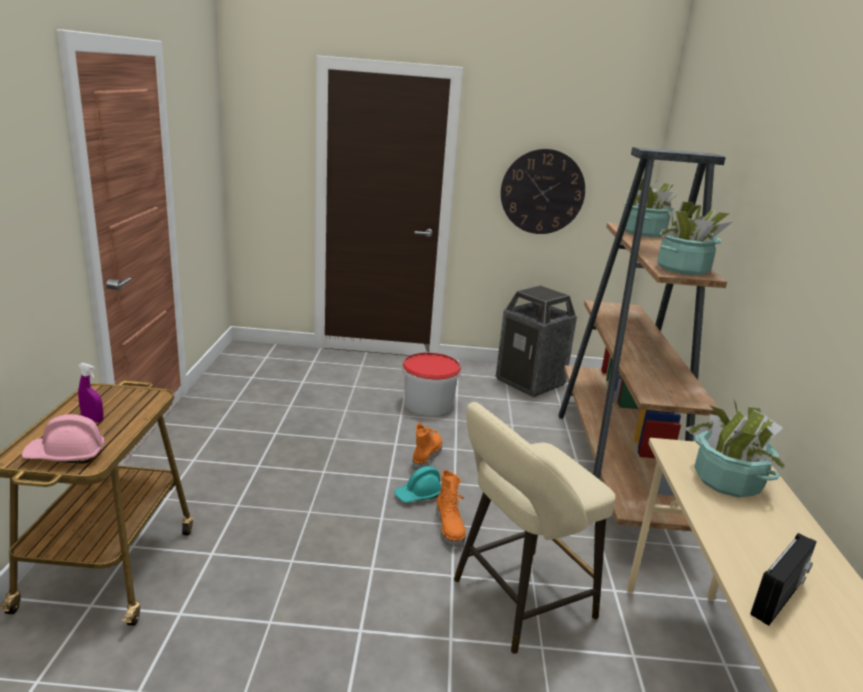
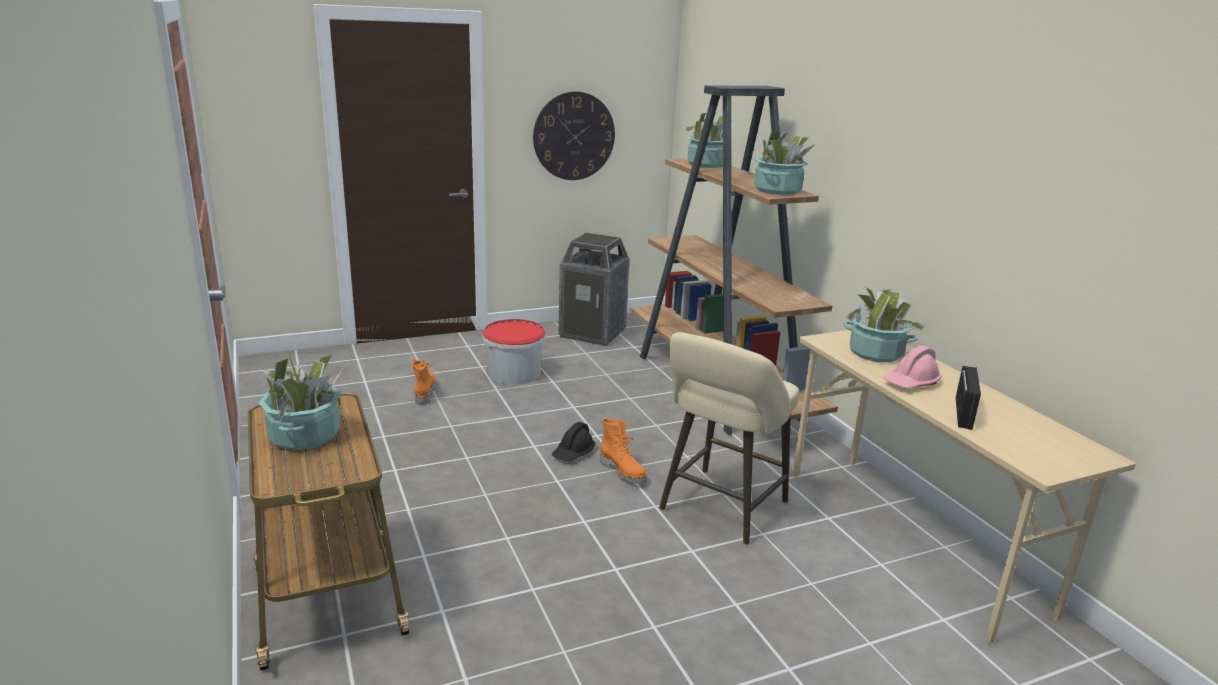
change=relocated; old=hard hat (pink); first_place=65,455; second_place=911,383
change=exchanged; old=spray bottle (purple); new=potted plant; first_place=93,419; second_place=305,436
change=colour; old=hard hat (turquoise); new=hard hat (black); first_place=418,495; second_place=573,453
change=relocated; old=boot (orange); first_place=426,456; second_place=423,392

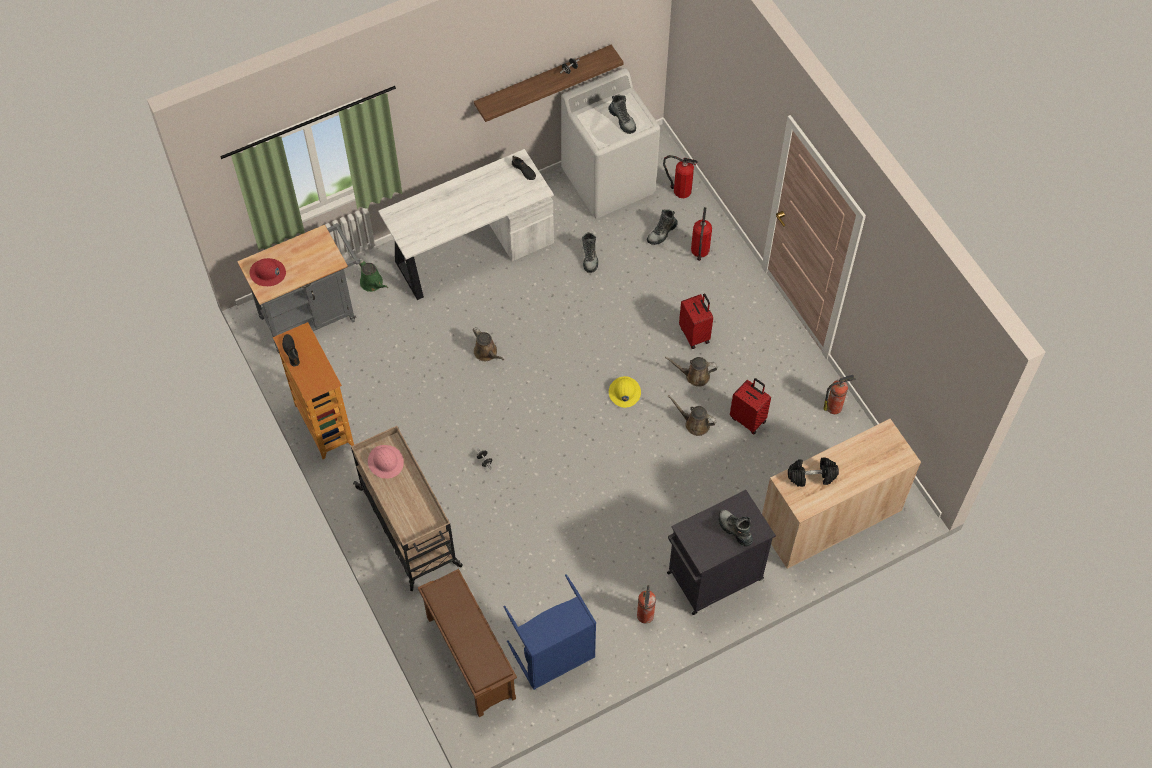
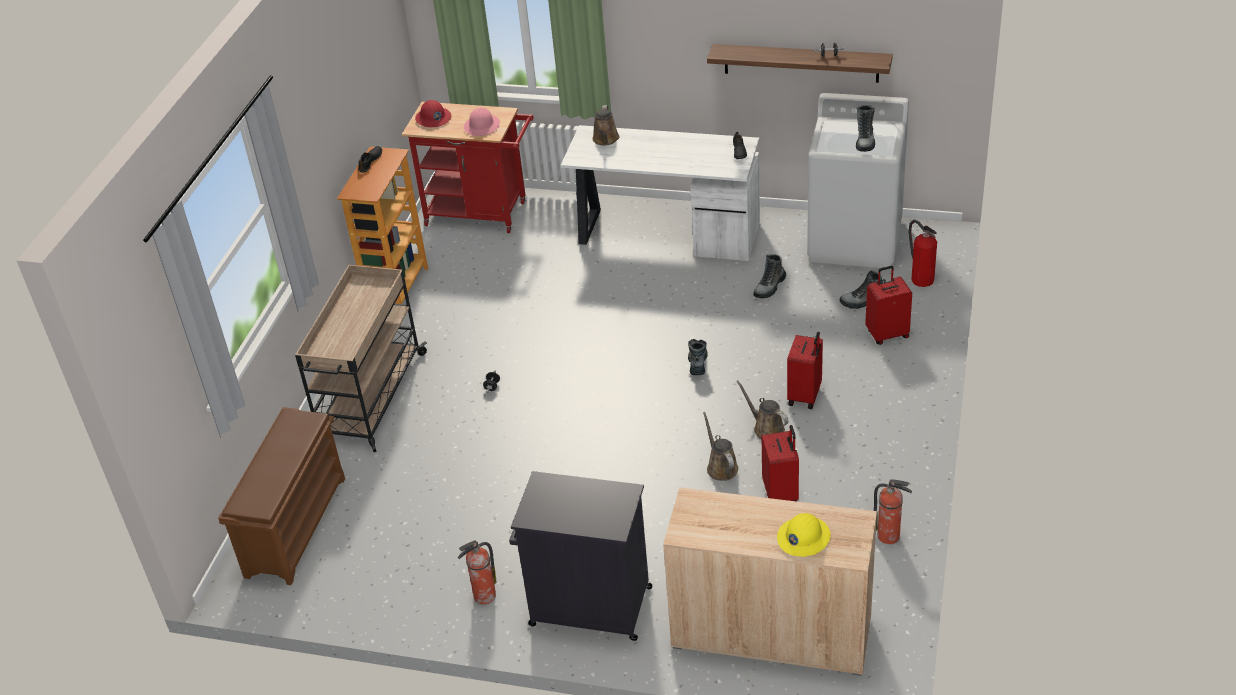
change=colour; old=cart (grey); new=cart (red); first_place=313,316; second_place=482,214
change=missing; old=watering can (green); first_place=373,283
change=relocated; old=hard hat (pink); first_place=386,462; second_place=482,126
change=relocated; old=watering can (brown); first_place=487,353; second_place=605,139
change=missing; old=laundry basket (blue); first_place=555,657
change=relocated; old=hard hat (yellow); first_place=624,392; second_place=803,537
change=exchanged; old=fire extinguisher; new=suitcase (red); first_place=700,251; second_place=887,334
change=relocated; old=boot; first_place=734,529; second_place=698,362
change=missing; old=dumbbell (black); first_place=812,476

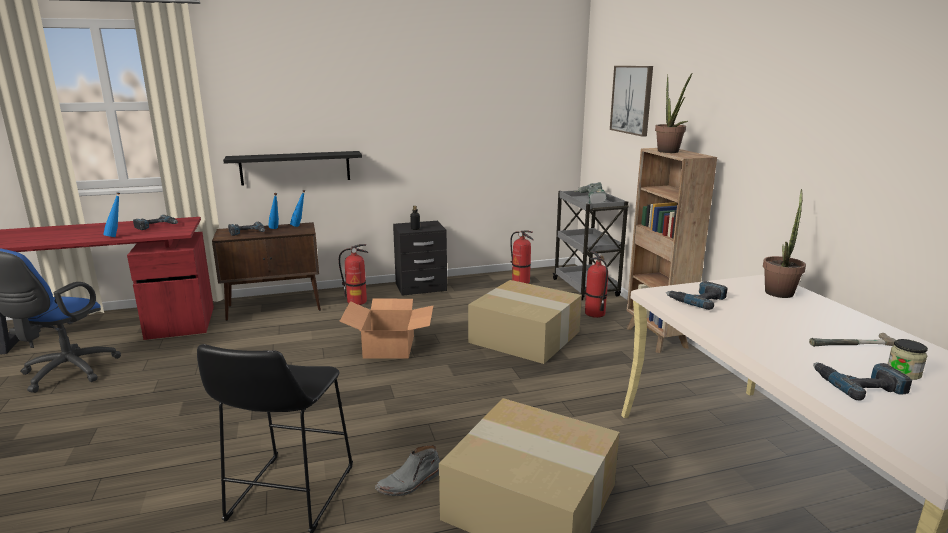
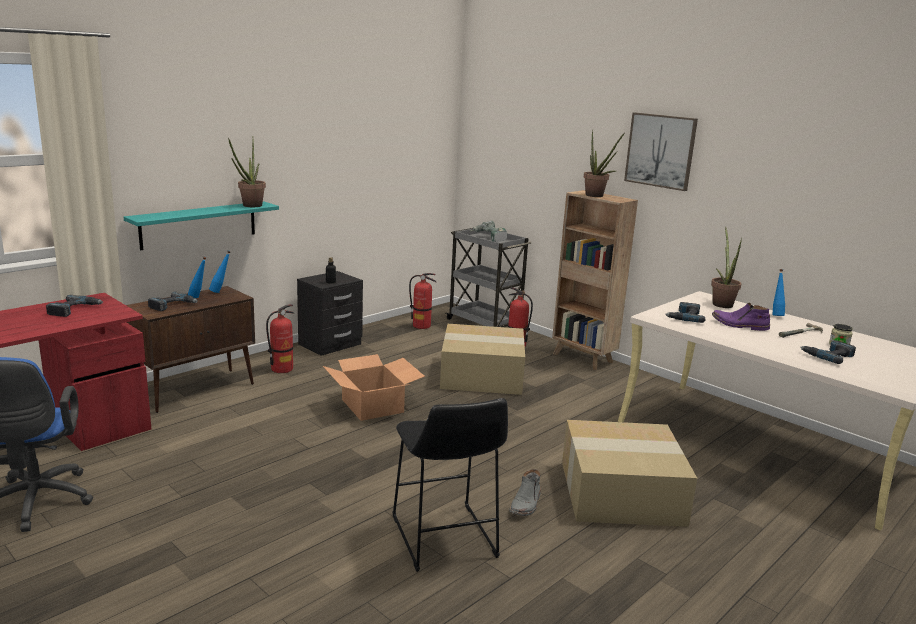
change=relocated; old=bottle (blue); first_place=116,236; second_place=776,315
change=colour; old=shelf (black); new=shelf (turquoise); first_place=295,168; second_place=199,225
change=relocated; old=picture; first_place=632,99; second_place=660,151
change=appeared; new=potted plant; second_place=249,206
change=appeared; new=boot (purple); second_place=739,325

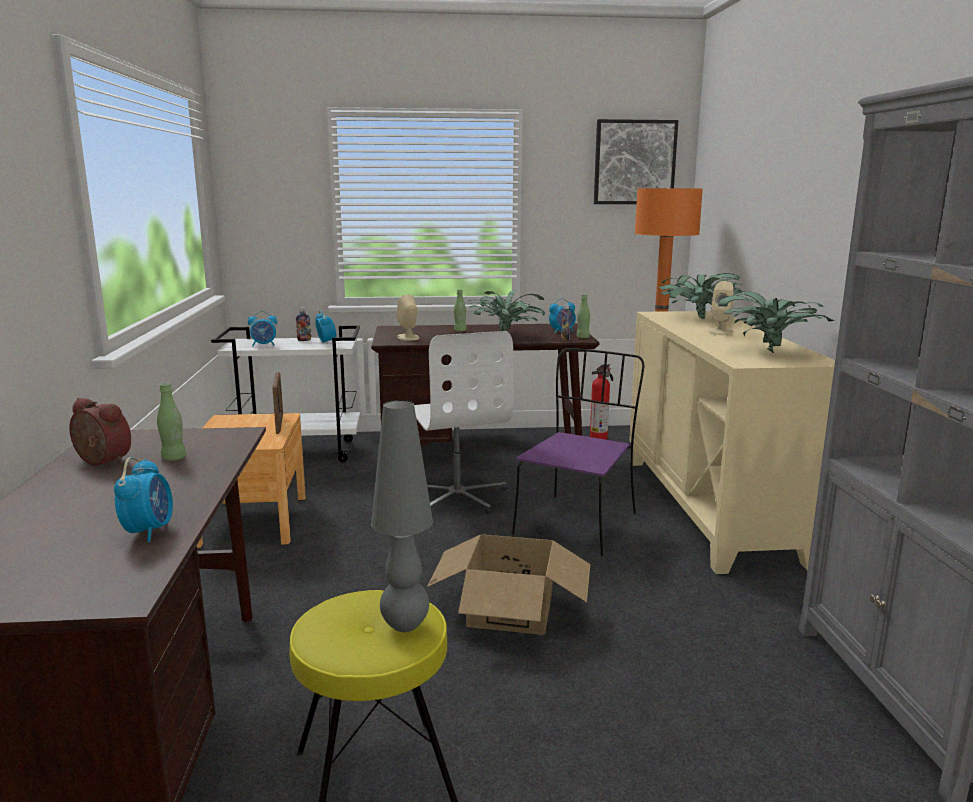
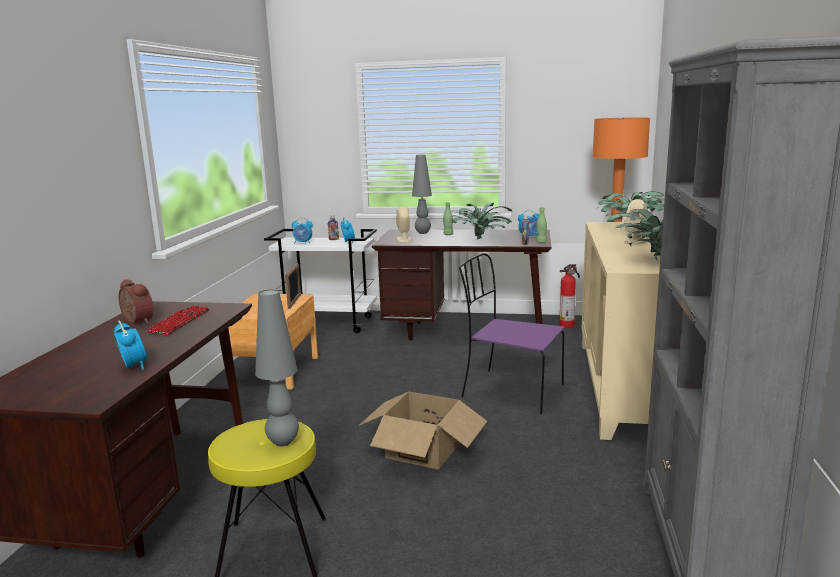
change=spun; old=alarm clock; first_place=149,531; second_place=133,366; degrees=-45
change=exchanged; old=bottle (green); new=keyboard; first_place=174,458; second_place=179,322
change=missing; old=office chair (white); first_place=458,496
change=spun; old=chair (purple); first_place=577,523; second_place=510,391; degrees=-105
change=missing; old=picture; first_place=634,162
change=appeared; new=table lamp (grey); second_place=422,233

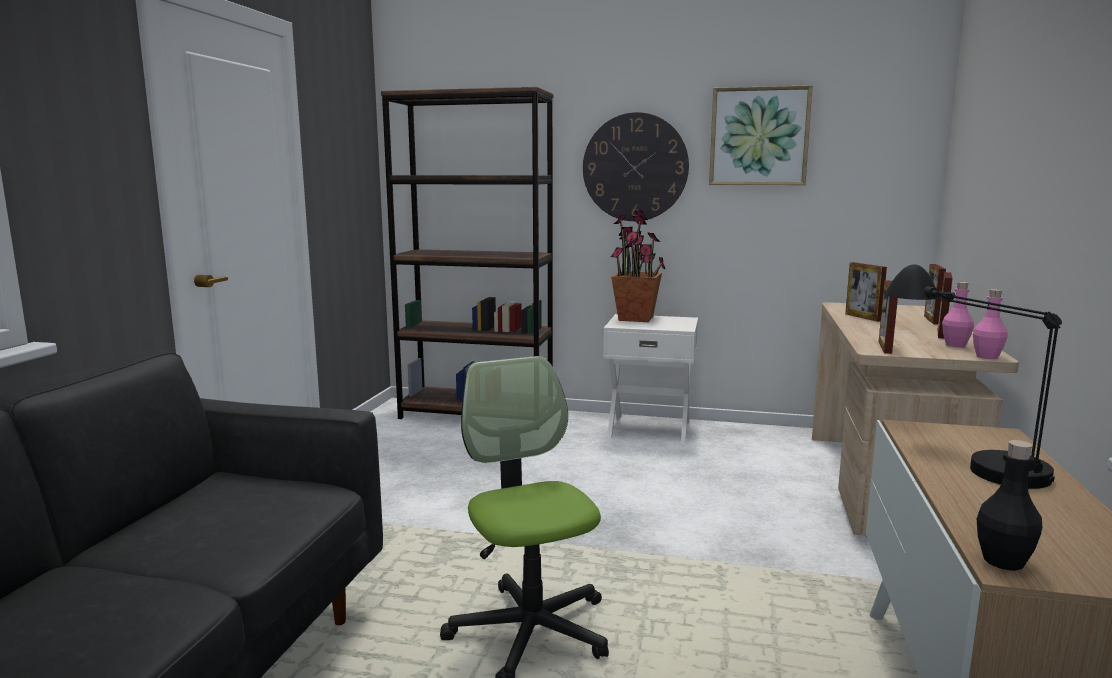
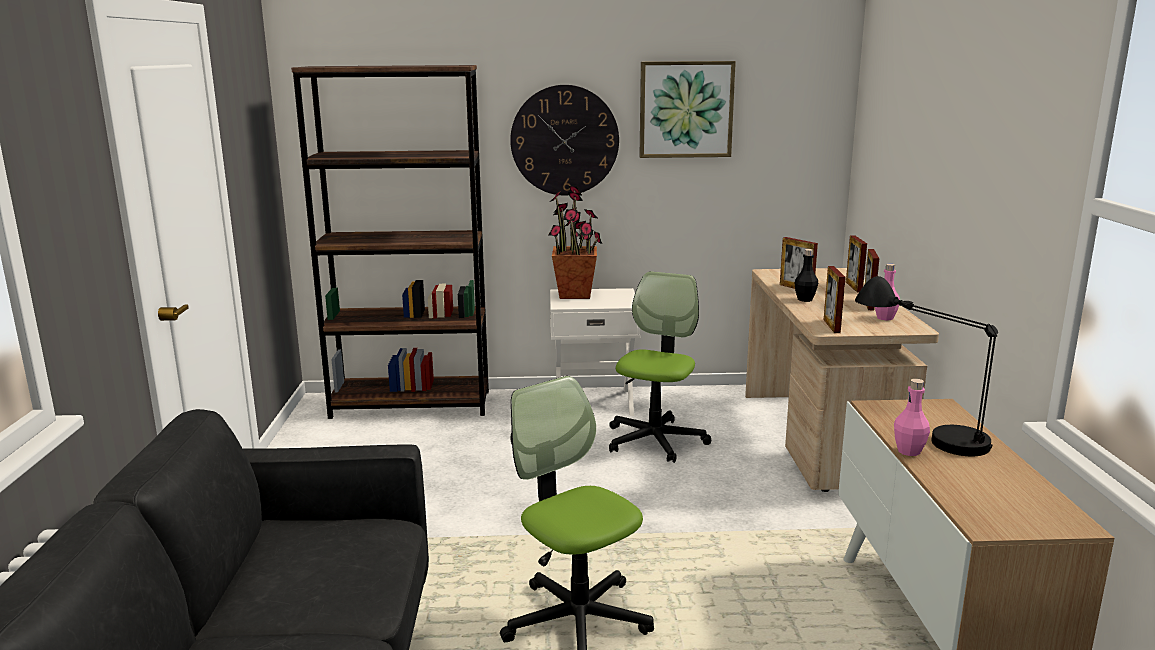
change=relocated; old=bottle (pink); first_place=987,357; second_place=908,451
change=relocated; old=bottle (black); first_place=1003,561; second_place=805,299
change=appeared; new=office chair; second_place=655,440

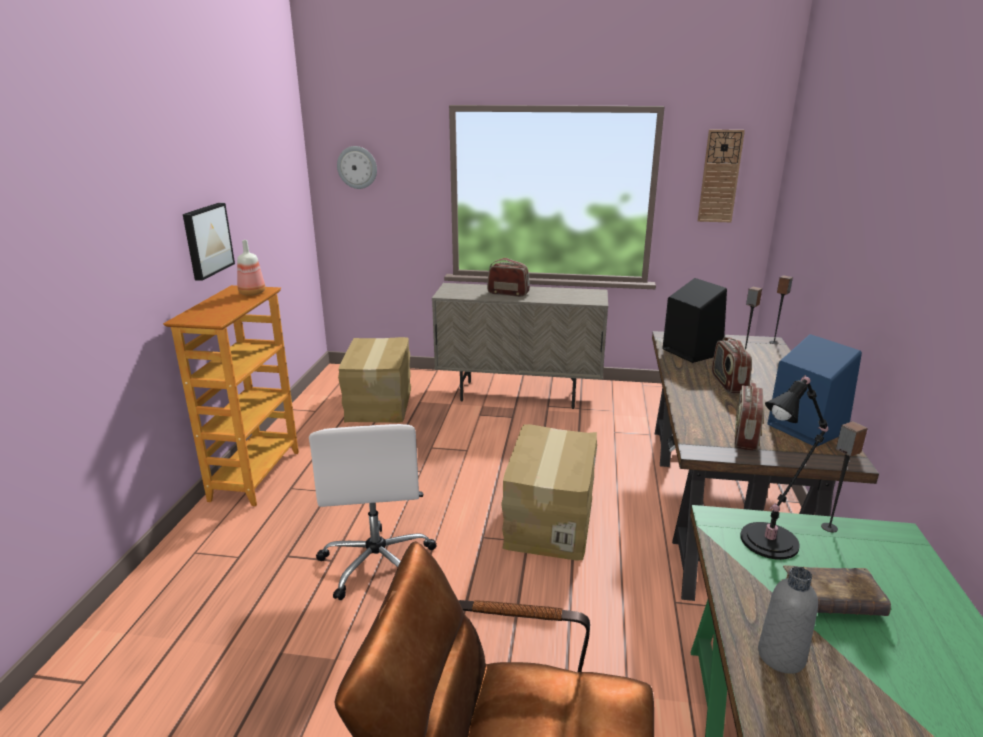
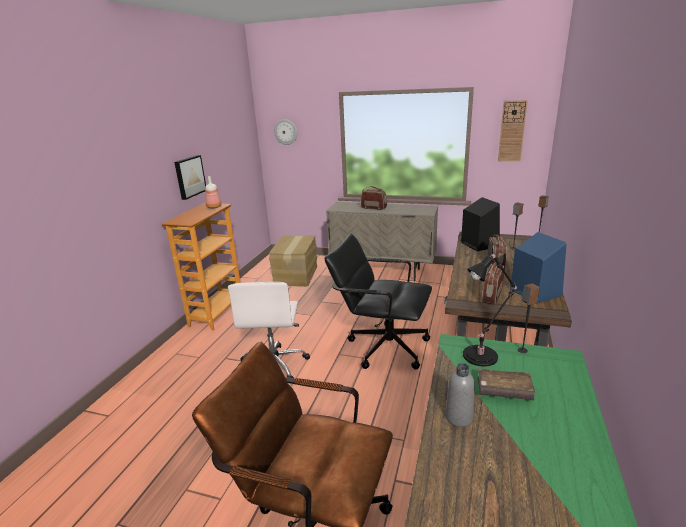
change=exchanged; old=cardboard box; new=office chair (black); first_place=548,519; second_place=381,346

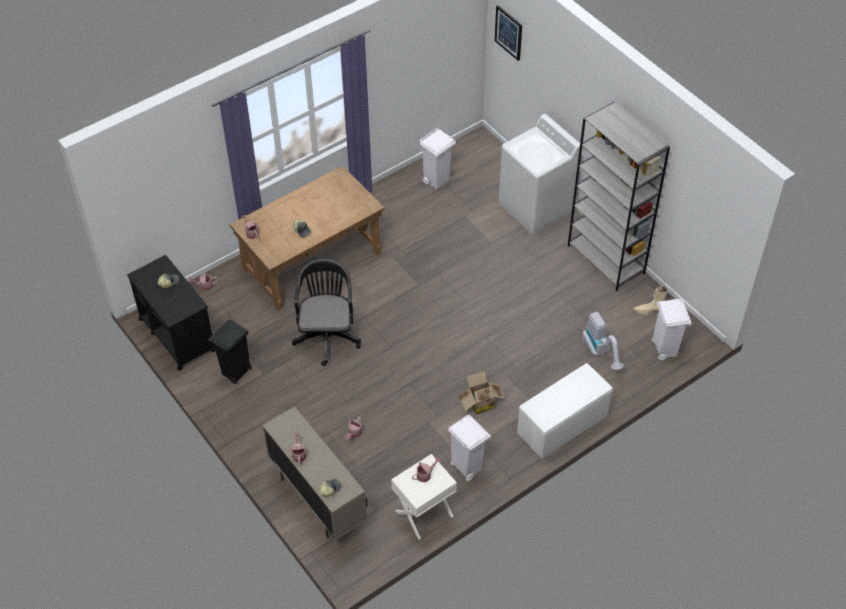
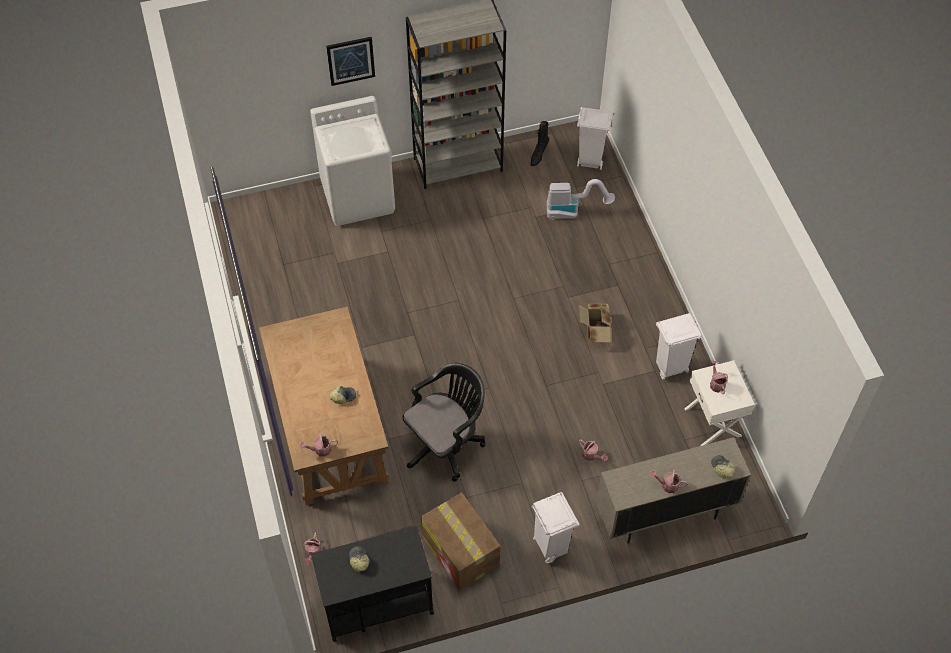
change=exchanged; old=trash can (black); new=cardboard box; first_place=235,372; second_place=461,552
change=spun; old=office chair (black); first_place=327,334; second_place=446,443; degrees=120
change=relocated; old=trash can (white); first_place=437,180; second_place=550,546
change=relocated; old=picture; first_place=509,32; second_place=350,60
change=missing; old=bench (white); first_place=562,425
change=colour; old=boot (beige); new=boot (black); first_place=649,311; second_place=538,155

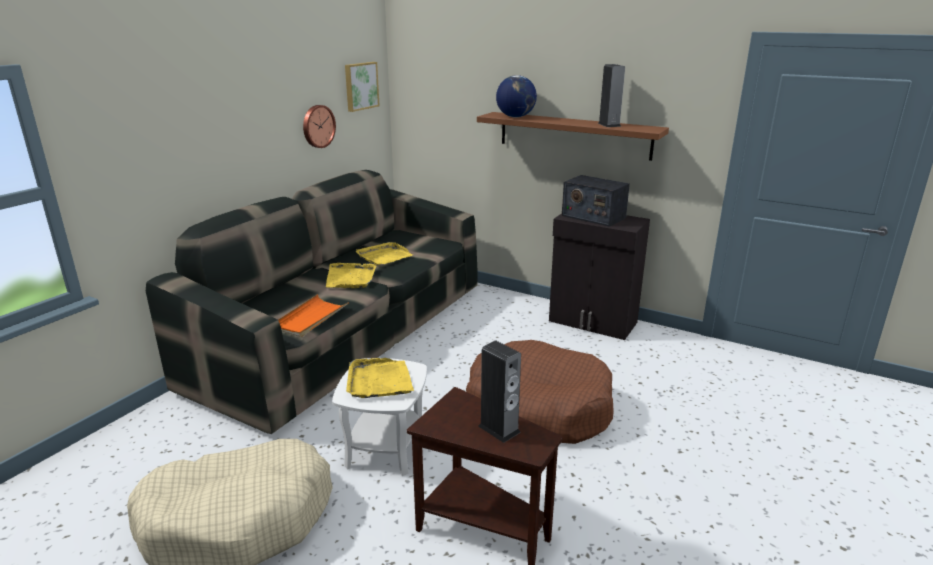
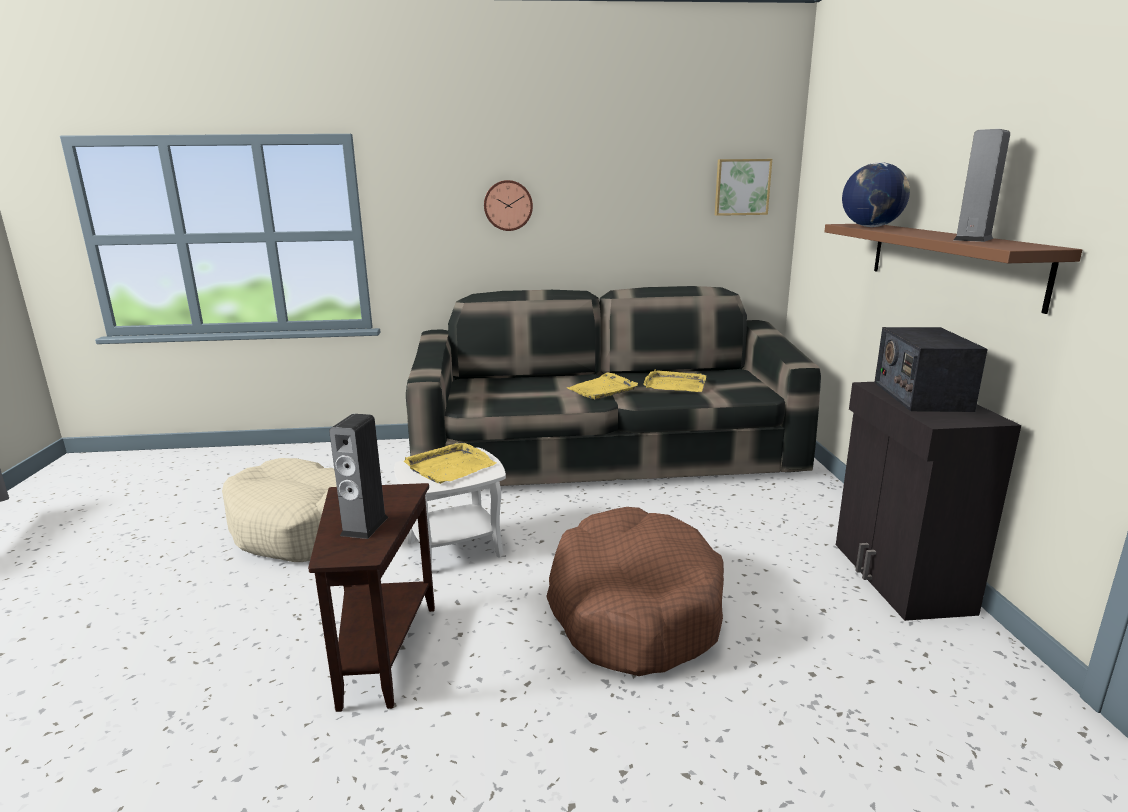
change=missing; old=tray (orange); first_place=310,318
change=relocated; old=wall clock; first_place=317,126; second_place=508,205

